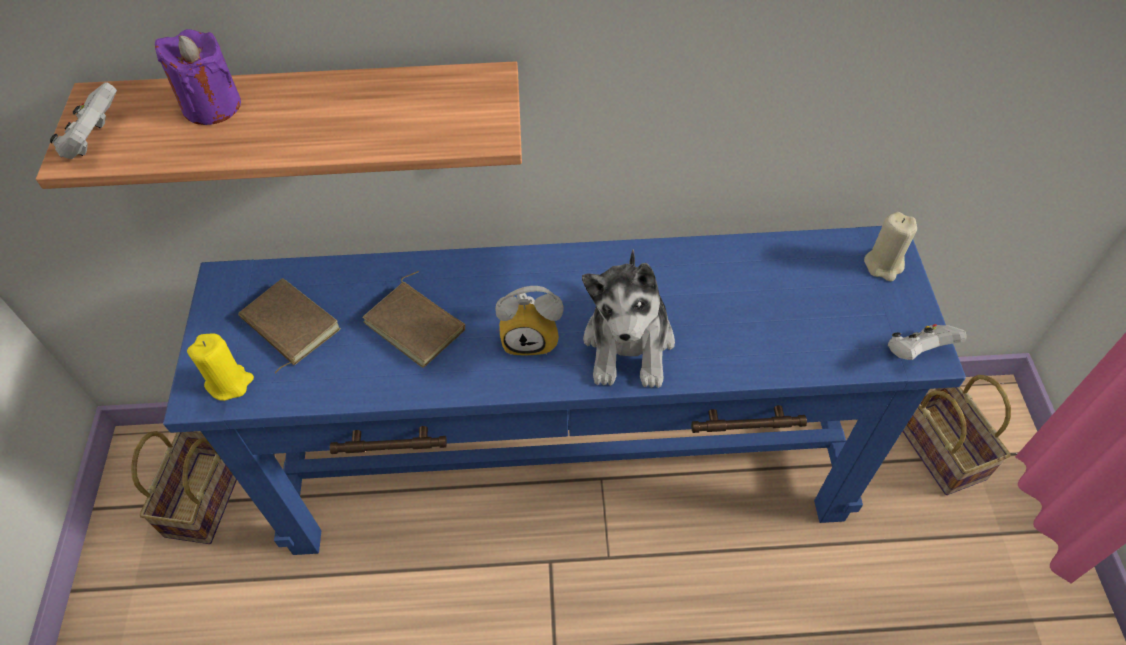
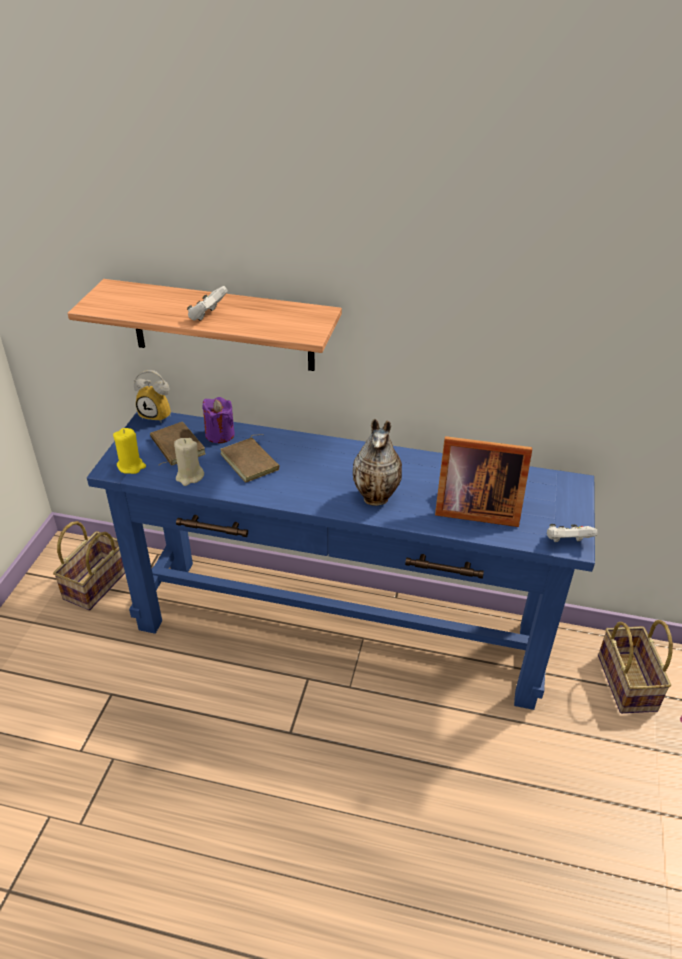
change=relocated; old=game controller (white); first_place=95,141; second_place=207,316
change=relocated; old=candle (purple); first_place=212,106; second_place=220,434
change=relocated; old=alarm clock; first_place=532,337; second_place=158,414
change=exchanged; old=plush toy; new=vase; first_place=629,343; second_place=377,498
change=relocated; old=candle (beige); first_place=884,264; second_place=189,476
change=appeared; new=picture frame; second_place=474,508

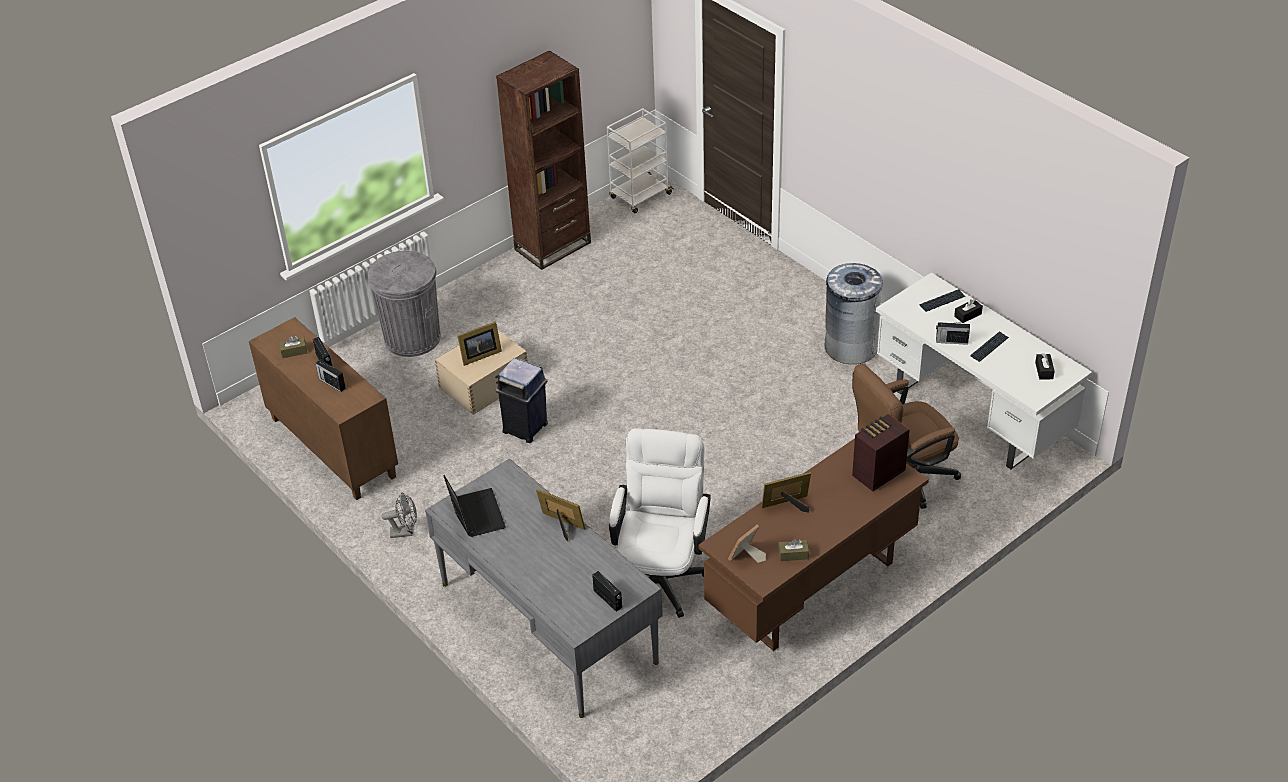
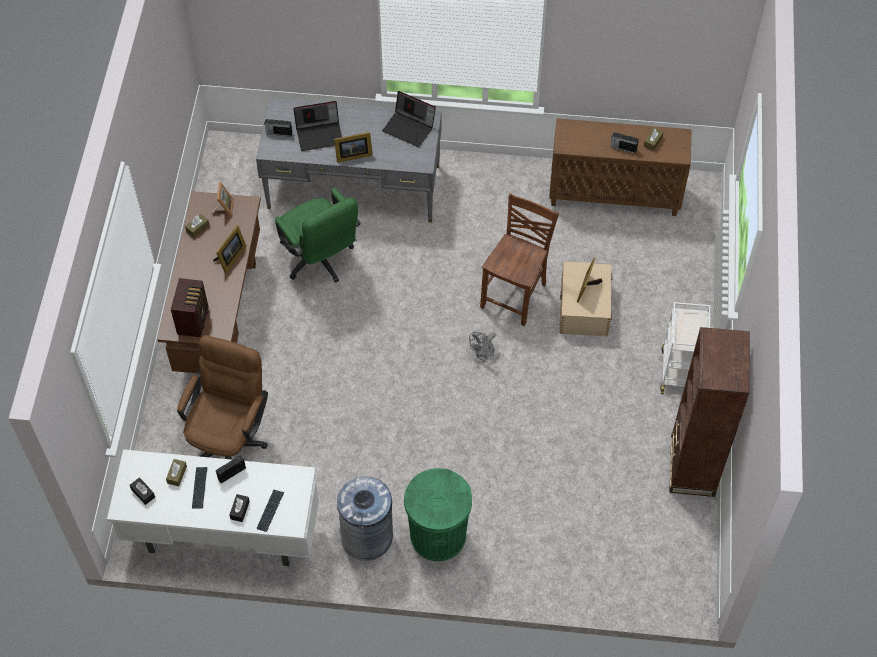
change=missing; old=radio; first_place=331,383
change=missing; old=trash can (grey); first_place=412,338
change=relocated; old=fan (grey); first_place=405,532; second_place=483,355
change=exchanged; old=trash can (blue); new=chair (brown); first_place=526,428; second_place=515,295
change=relocated; old=cart (white); first_place=640,196; second_place=679,371
change=colour; old=office chair (white); new=office chair (green); first_place=662,573; second_place=320,260
change=appeared; new=tissue box (brown); second_place=177,474
change=appeared; new=laptop; second_place=320,134
change=appeared; new=trash can (green); second_place=437,535

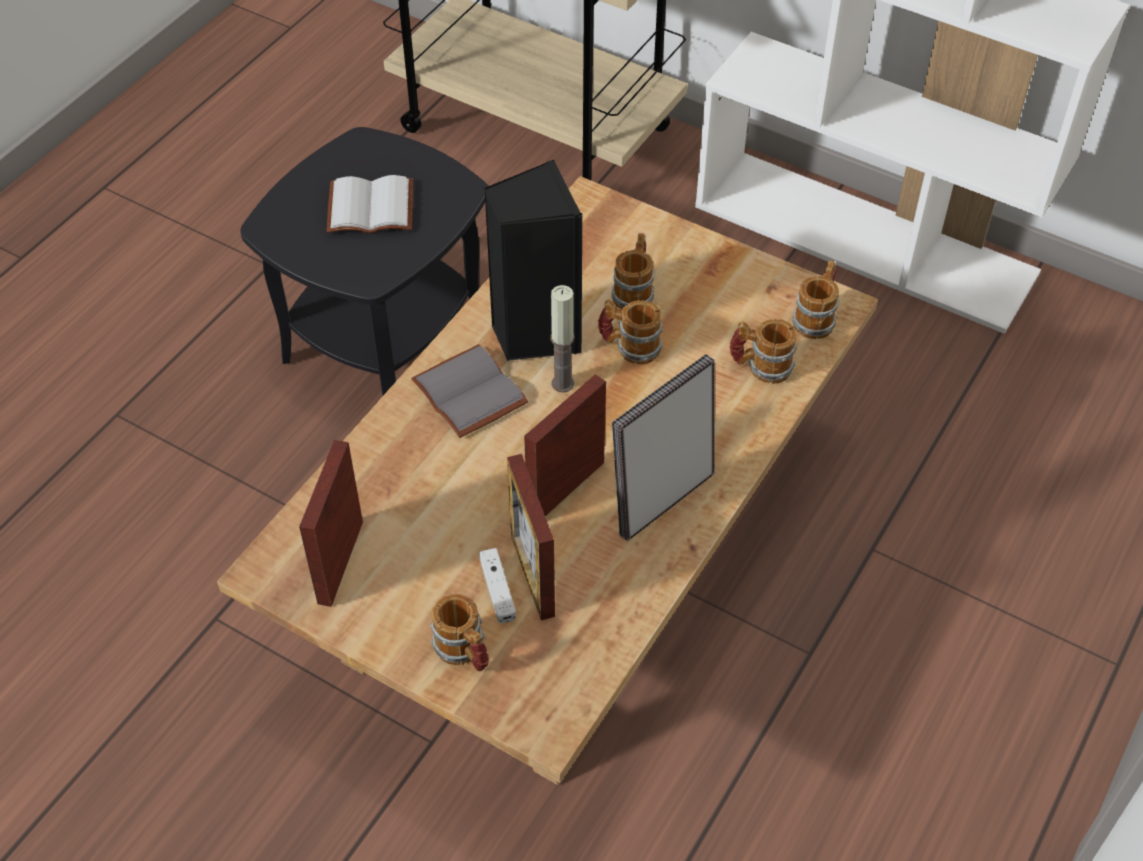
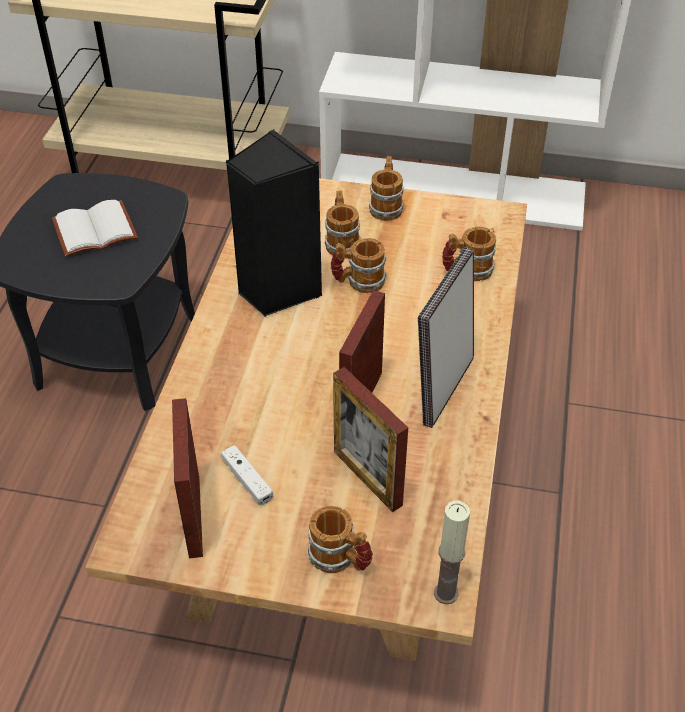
change=missing; old=book (grey); first_place=466,393
change=relocated; old=game controller (white); first_place=497,590; second_place=247,480
change=relocated; old=candle; first_place=562,383; second_place=446,593
change=relocated; old=mug; first_place=816,318; second_place=386,206

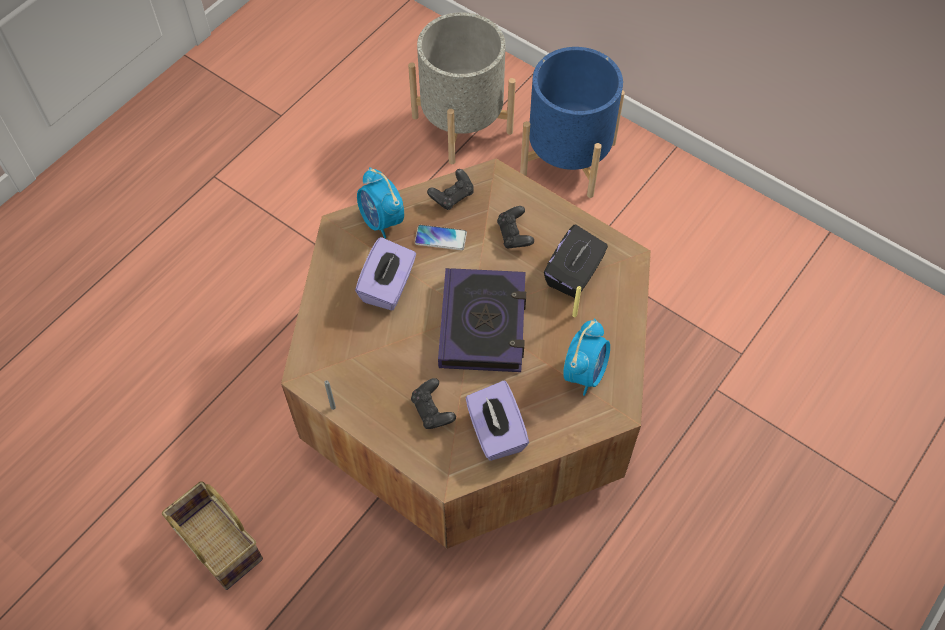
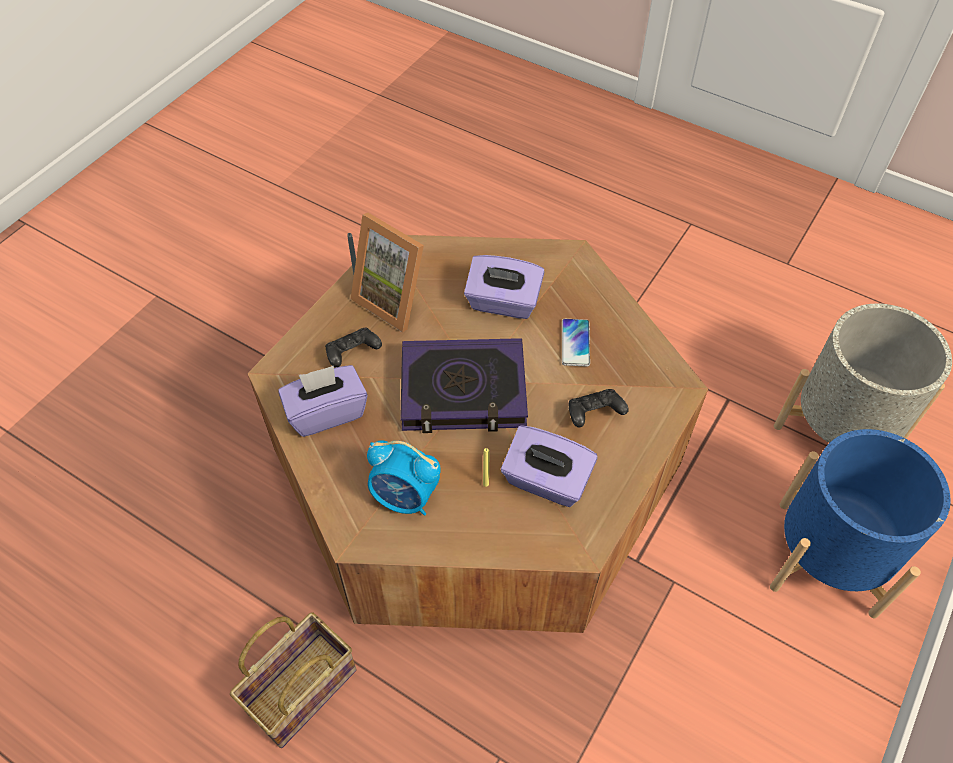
change=relocated; old=basket; first_place=216,544; second_place=302,686
change=missing; old=alarm clock; first_place=382,221
change=missing; old=game controller (black); first_place=452,196
change=colour; old=tissue box (black); new=tissue box (purple); first_place=574,274; second_place=546,481
change=appeared; new=picture frame; second_place=395,299

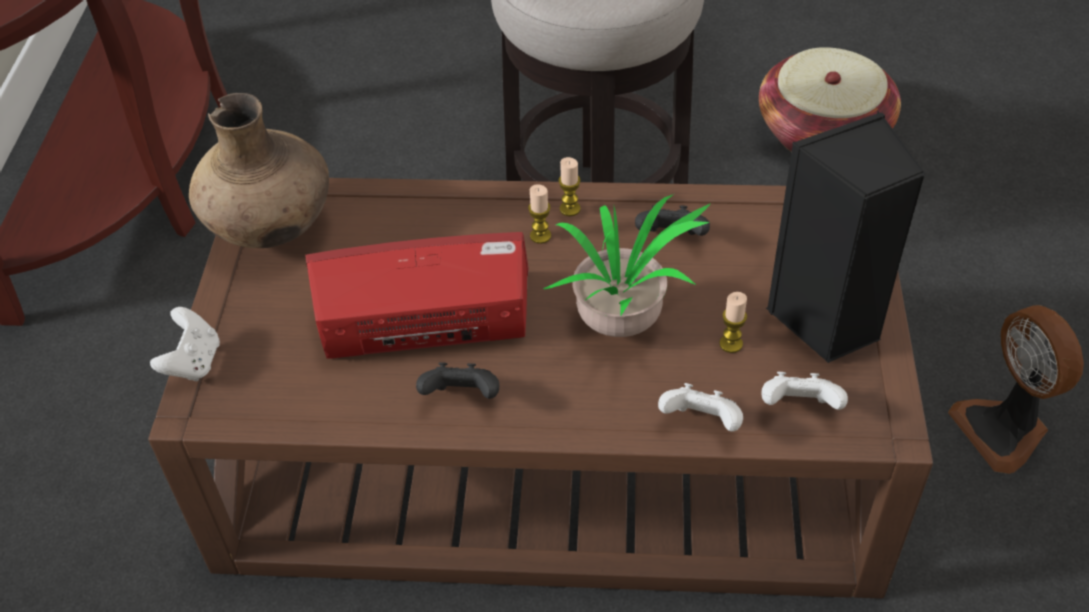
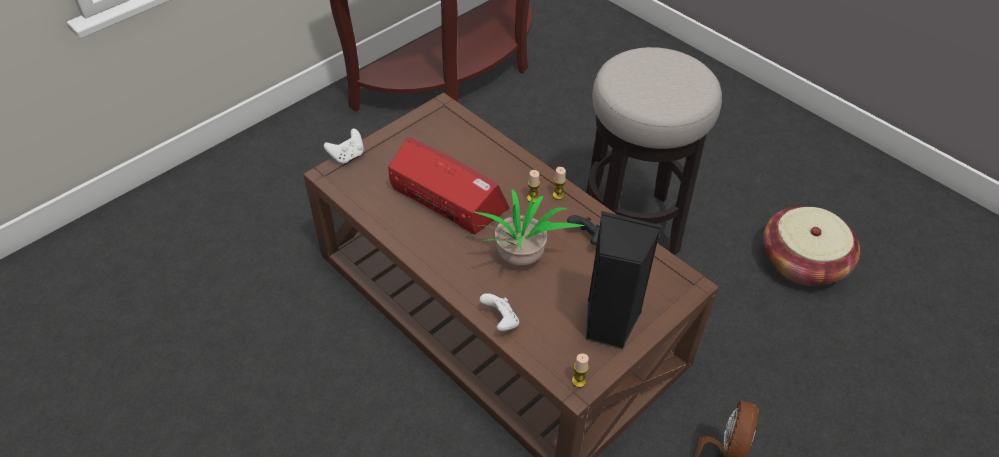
change=missing; old=vase (brown); first_place=271,226
change=missing; old=game controller (black); first_place=462,397
change=relocated; old=candle; first_place=731,344; second_place=578,381
change=missing; old=game controller (white); first_place=799,407

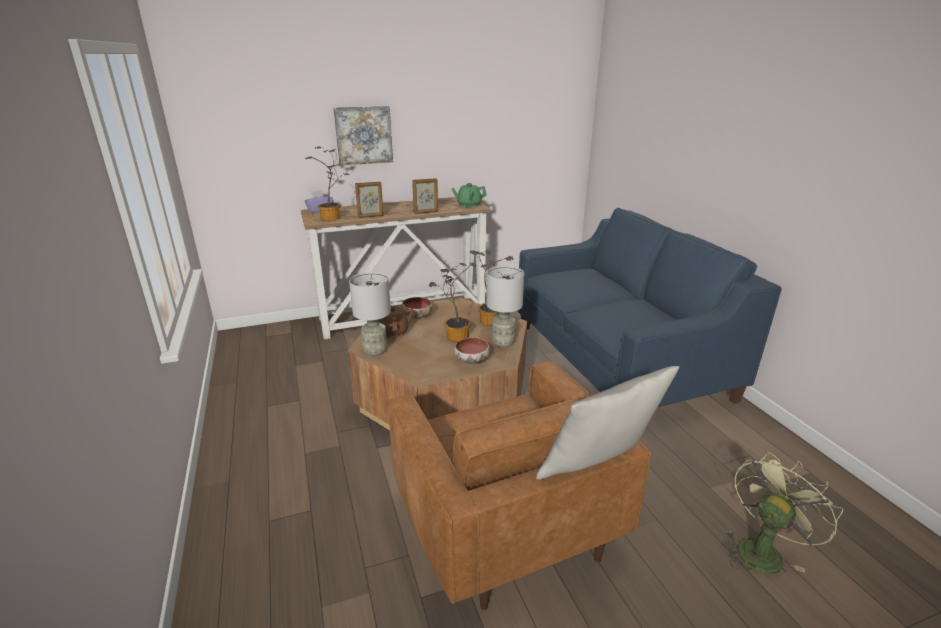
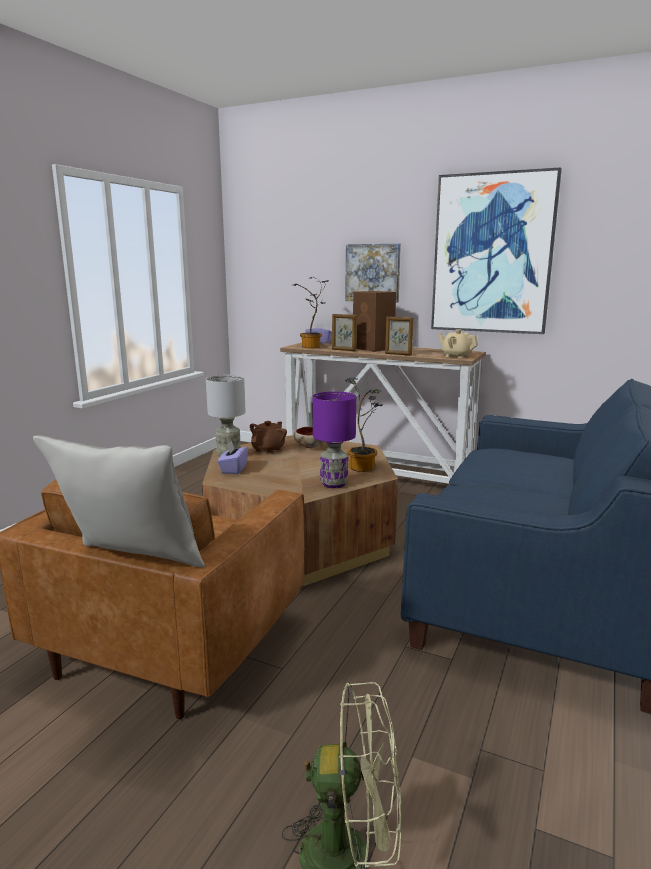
change=missing; old=potted plant; first_place=454,335
change=colour; old=teapot (green); new=teapot (beige); first_place=469,205; second_place=456,356
change=missing; old=bowl; first_place=472,361
change=colour; old=table lamp (grey); new=table lamp (purple); first_place=502,342; second_place=333,484
change=appeared; new=tissue box (purple); second_place=233,469
change=appeared; new=speaker (brown); second_place=374,348
change=appeared; new=picture; second_place=492,254

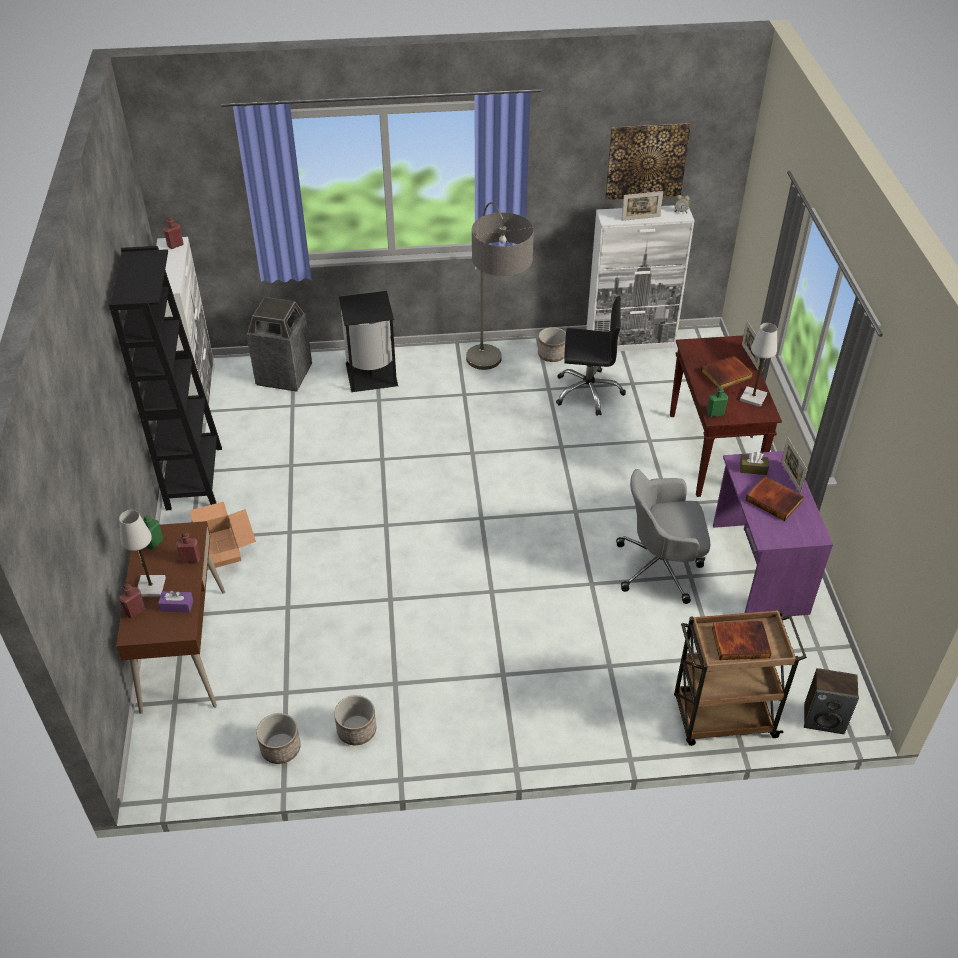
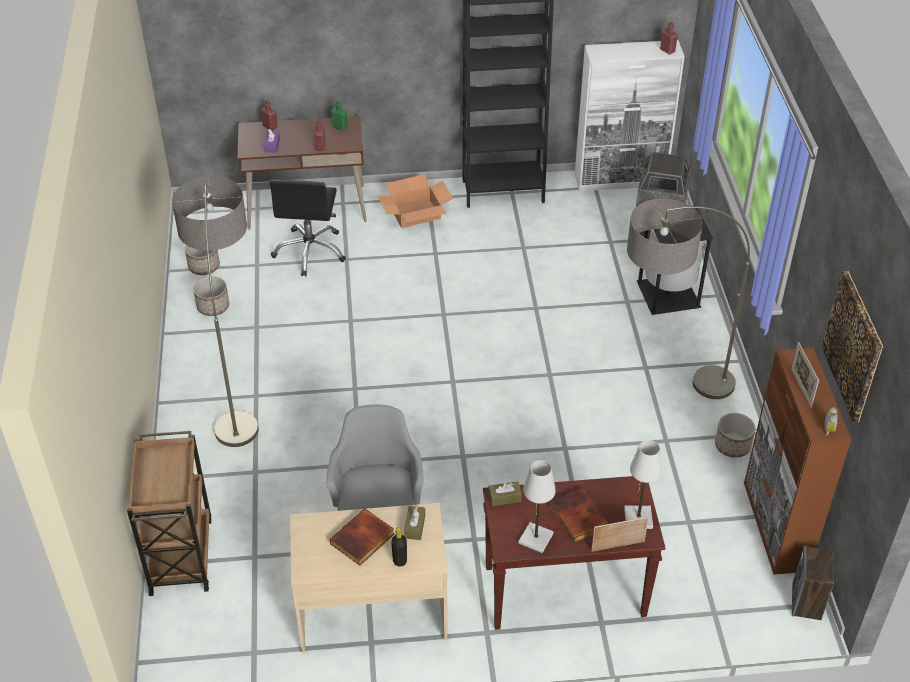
change=relocated; old=table lamp (white); first_place=151,587; second_place=638,518
change=relocated; old=office chair (black); first_place=588,392; second_place=310,251
change=colour; old=cabinet (white); new=cabinet (brown); first_place=630,342; second_place=775,526
change=exchanged; old=bottle (green); new=tissue box (brown); first_place=715,413; second_place=504,498
change=missing; old=book; first_place=740,641
change=colour; old=desk (purple); new=desk (beige); first_place=758,569; second_place=372,612
change=exchanged; old=picture frame; new=bottle (black); first_place=790,477; second_place=400,561
change=relocated; old=speaker; first_place=824,719; second_place=807,602
change=appeared; new=floor lamp; second_place=236,392

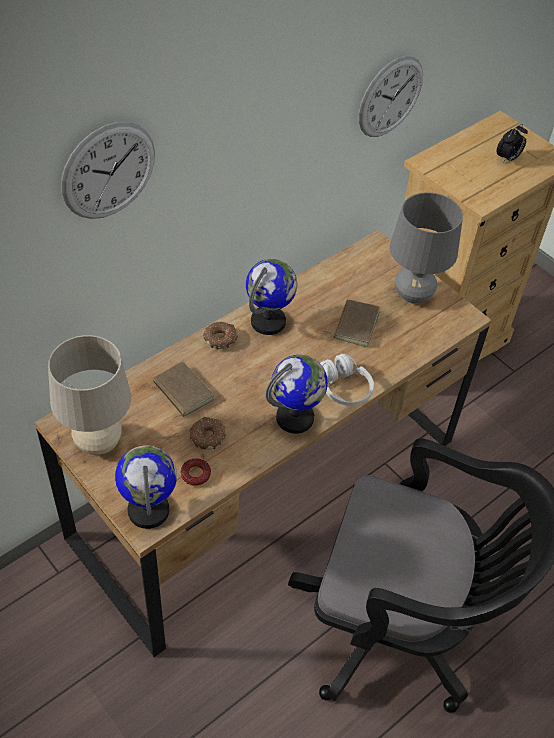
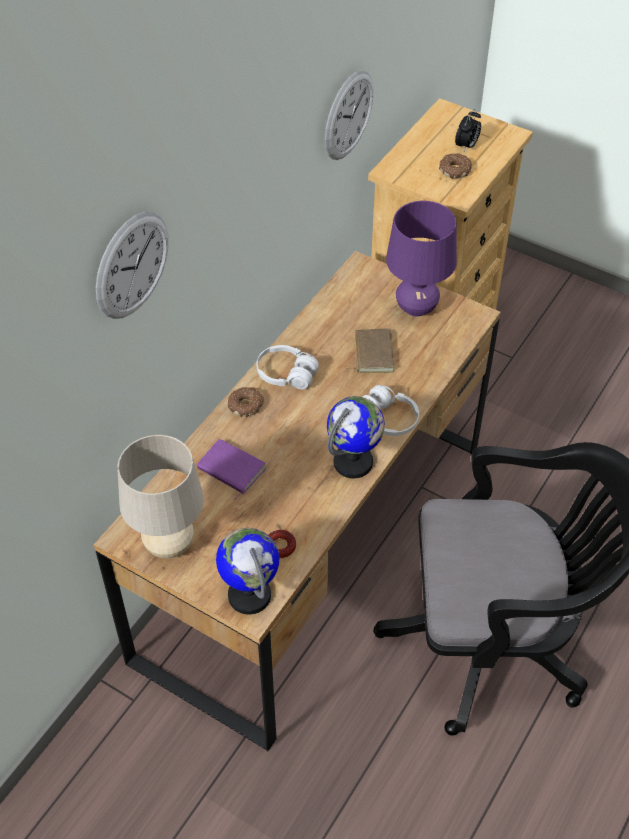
change=colour; old=book (brown); new=book (purple); first_place=181,392; second_place=230,470
change=relocated; old=donut; first_place=207,436; second_place=454,170
change=exchanged; old=globe; new=headphones (white); first_place=268,322; second_place=286,374
change=colour; old=table lamp (grey); new=table lamp (purple); first_place=413,295; second_place=416,308

